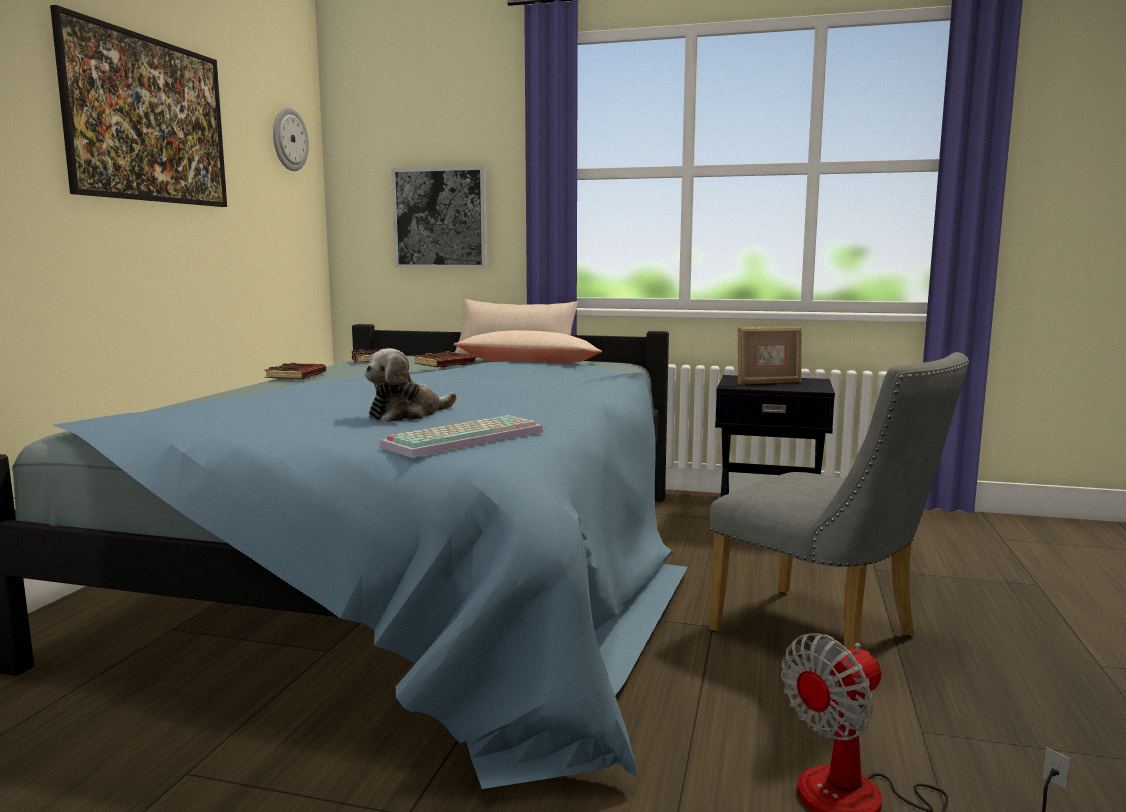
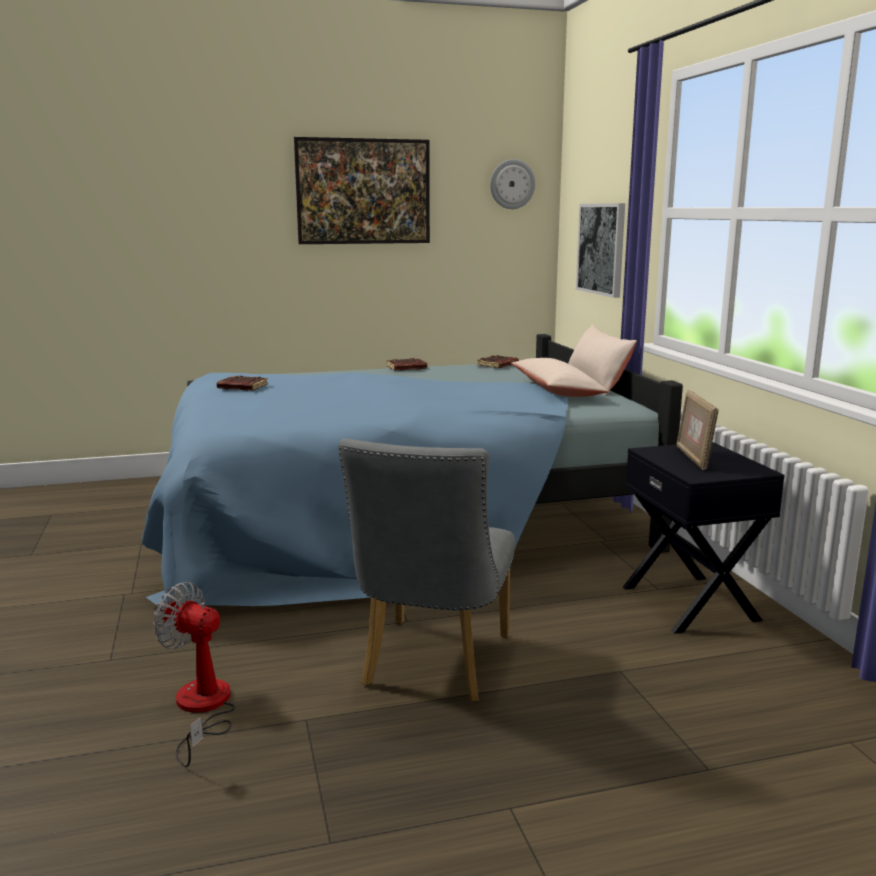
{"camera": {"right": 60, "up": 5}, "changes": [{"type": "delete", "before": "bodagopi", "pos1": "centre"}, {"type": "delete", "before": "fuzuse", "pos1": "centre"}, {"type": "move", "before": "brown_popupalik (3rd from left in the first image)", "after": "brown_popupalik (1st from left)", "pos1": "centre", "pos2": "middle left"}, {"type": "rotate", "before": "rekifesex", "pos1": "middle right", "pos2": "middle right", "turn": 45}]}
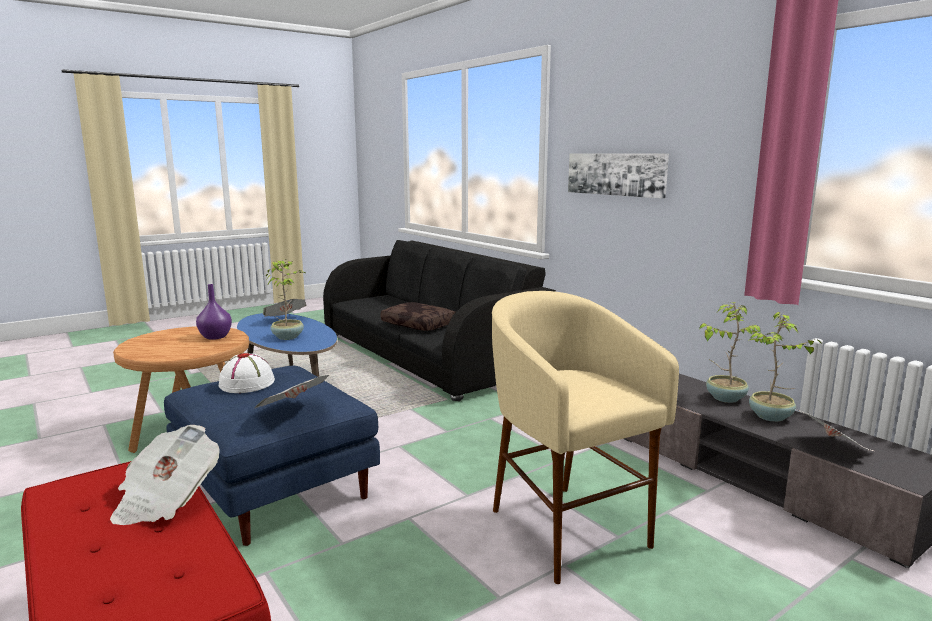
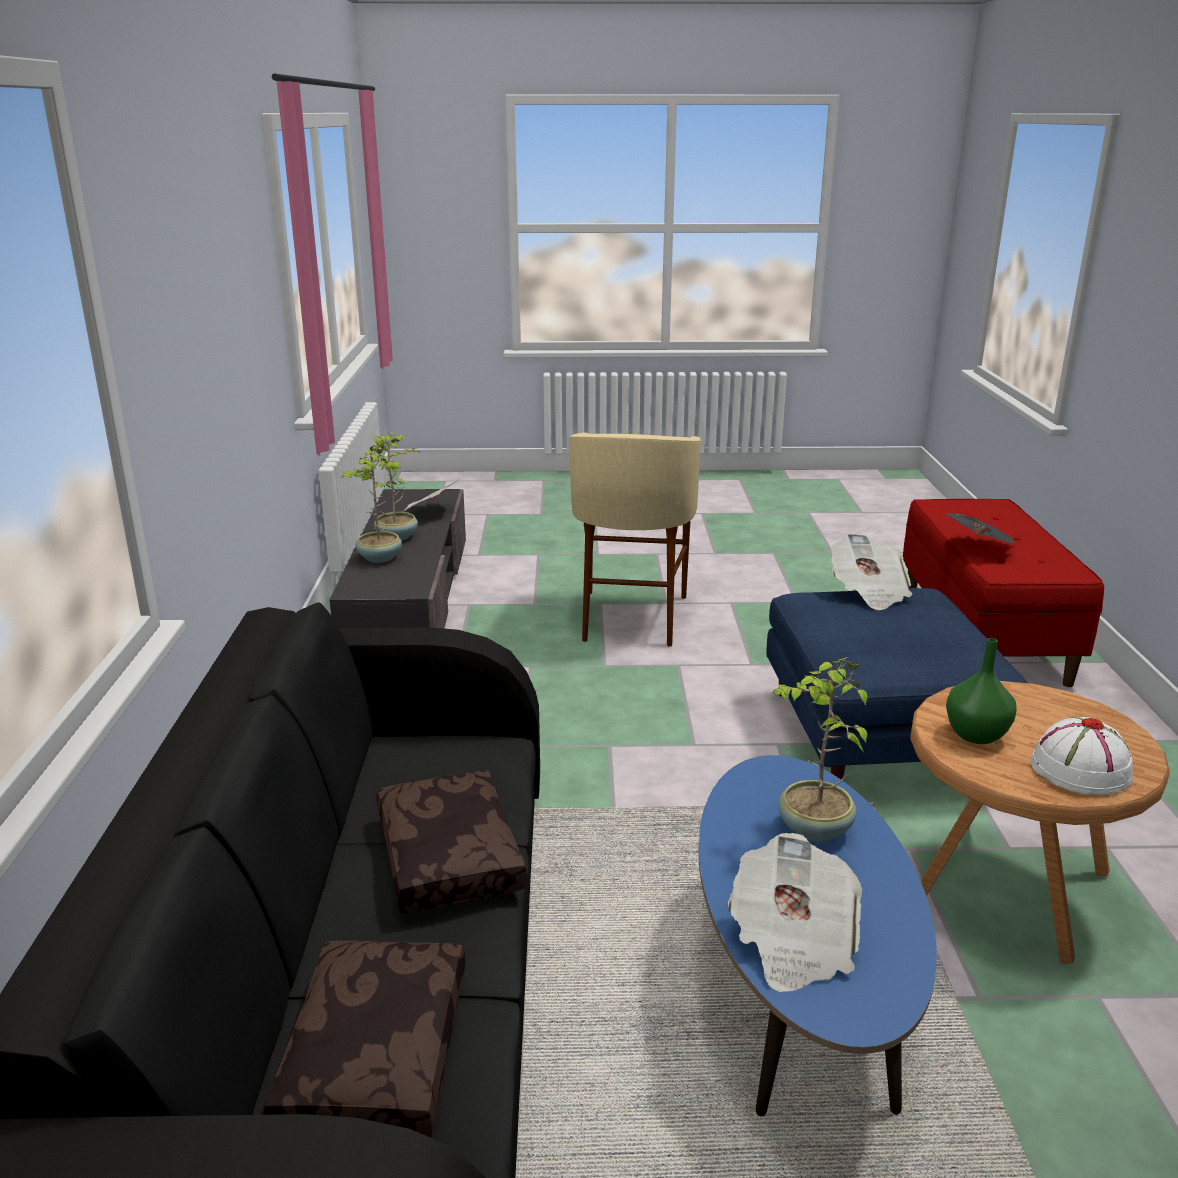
{"camera": {"right": -145, "up": 10}, "changes": [{"type": "recolor", "before": "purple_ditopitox", "after": "green_ditopitox", "pos1": "middle left", "pos2": "middle right"}, {"type": "move", "before": "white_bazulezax", "pos1": "middle left", "pos2": "middle right"}, {"type": "delete", "before": "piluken", "pos1": "top centre"}, {"type": "insert", "after": "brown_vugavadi (1st from left)", "pos2": "bottom left"}]}
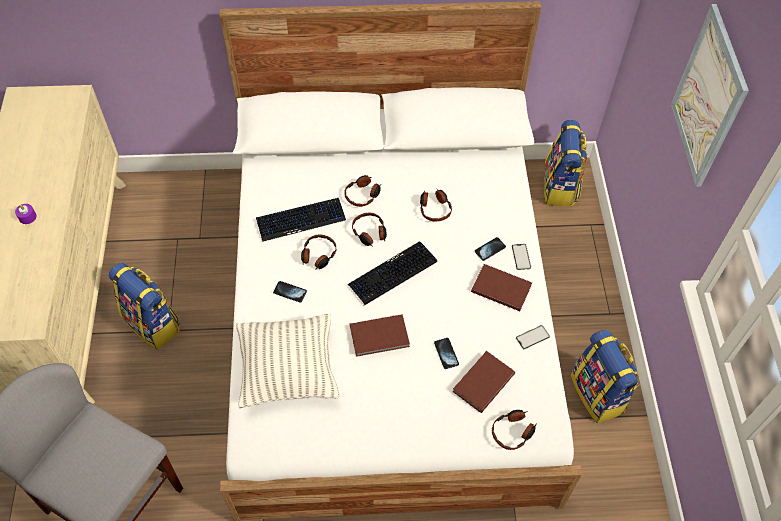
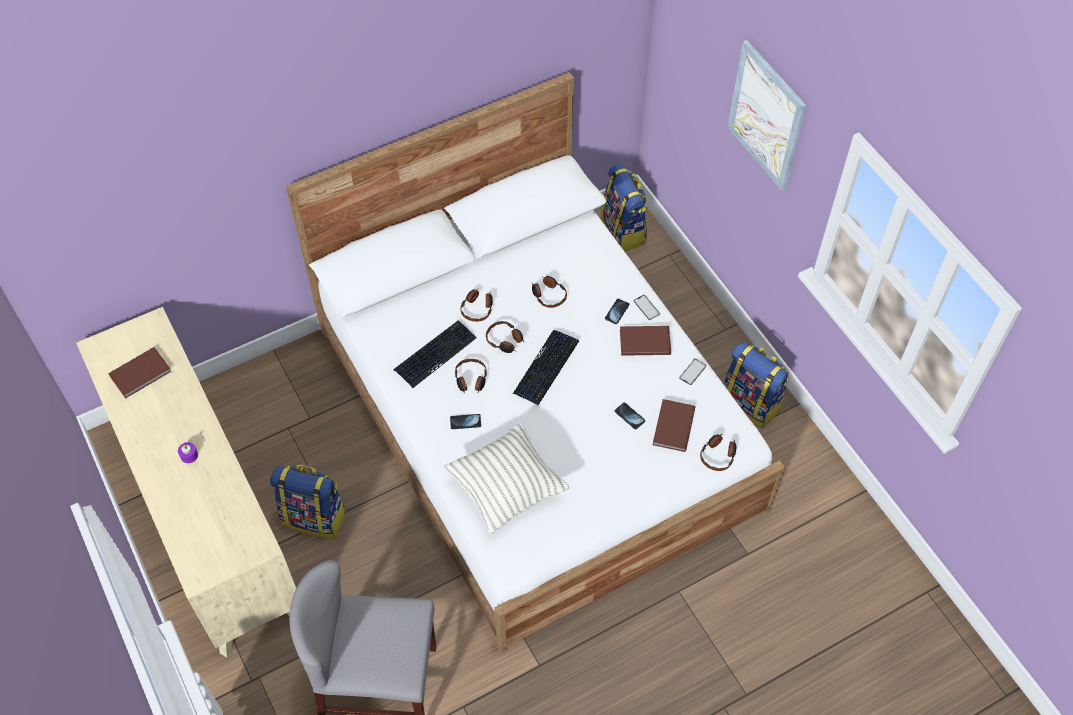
{"camera": {"right": -25, "up": 0}, "changes": [{"type": "move", "before": "brown_popupalik (1st from left)", "pos1": "centre", "pos2": "middle left"}]}
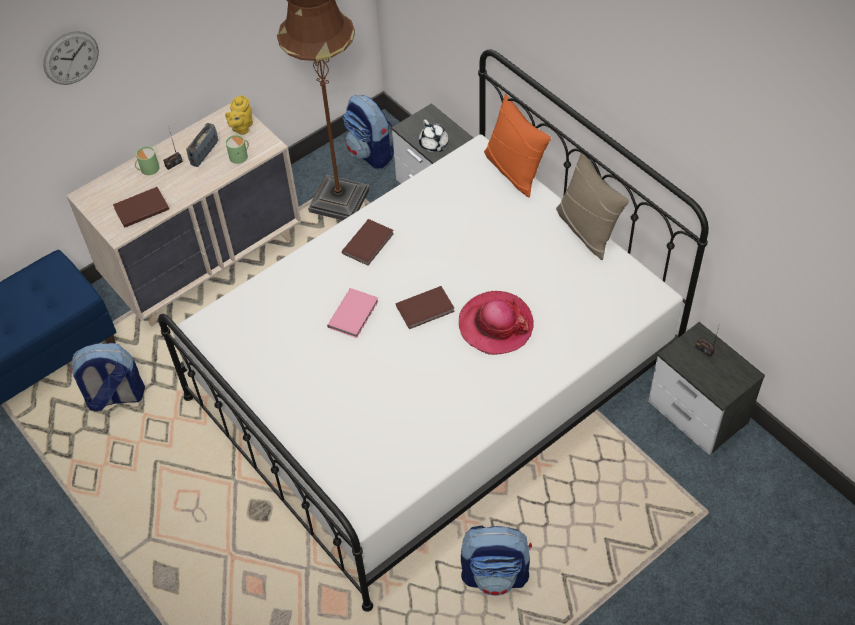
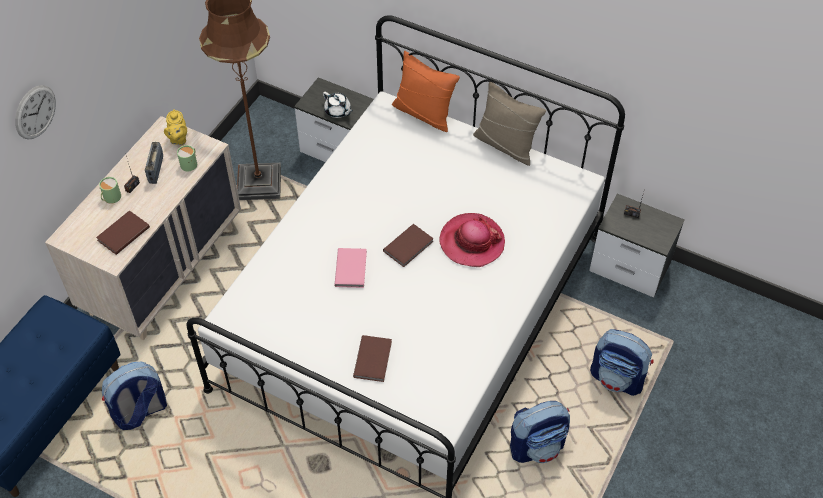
{"camera": {"right": -25, "up": 0}, "changes": [{"type": "move", "before": "brown_popupalik (2nd from left)", "pos1": "centre", "pos2": "bottom centre"}, {"type": "move", "before": "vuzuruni (2nd from left in the first image)", "after": "vuzuruni (3rd from left)", "pos1": "top centre", "pos2": "bottom right"}]}
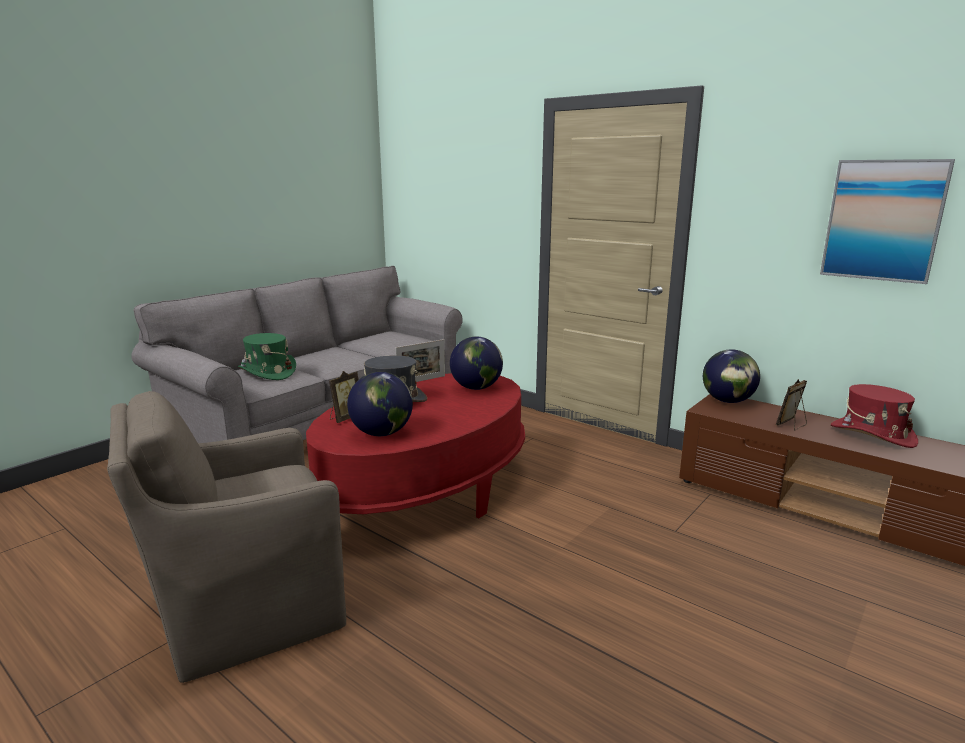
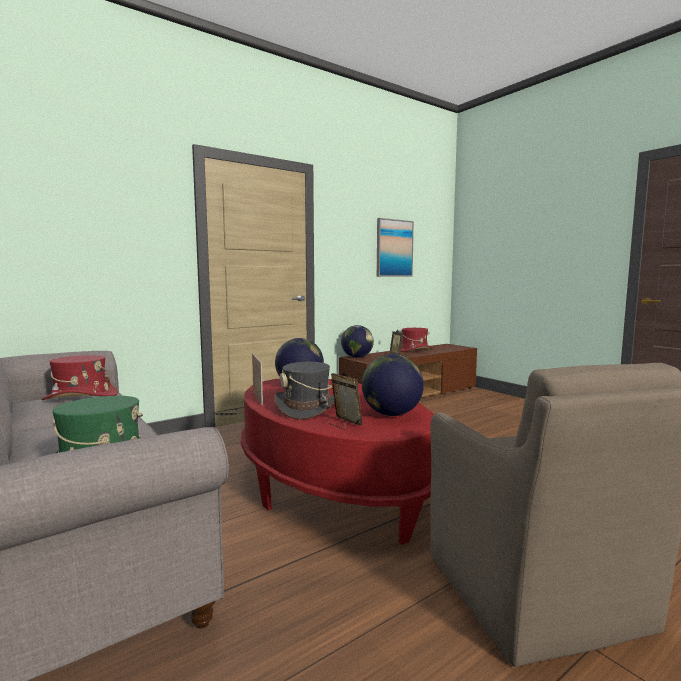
{"camera": {"right": -75, "up": -10}, "changes": [{"type": "insert", "after": "red_bazulezax (1st from left)", "pos2": "middle left"}]}
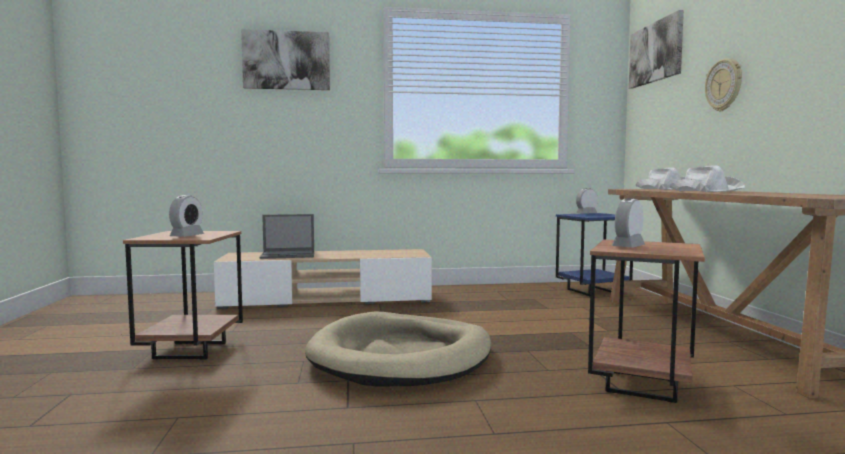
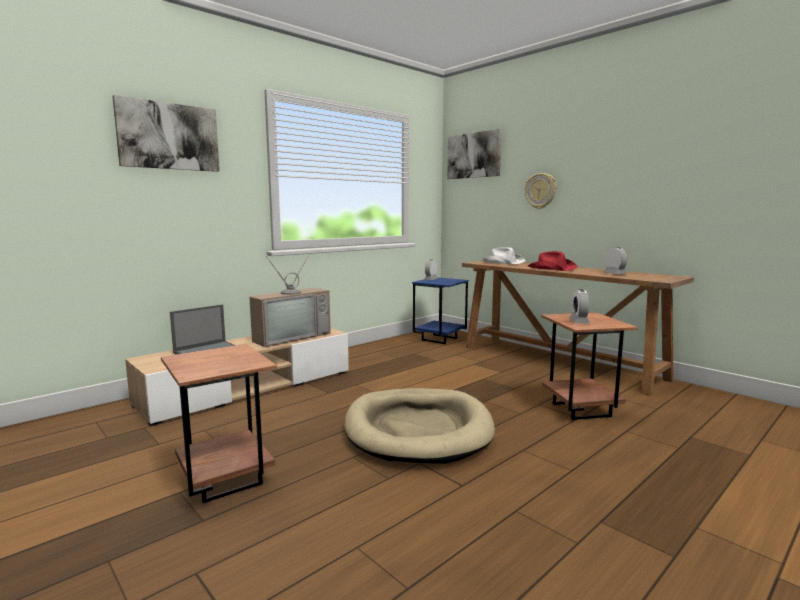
{"camera": {"right": -35, "up": 5}, "changes": [{"type": "move", "before": "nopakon (1st from left in the first image)", "after": "nopakon (3rd from left)", "pos1": "middle left", "pos2": "middle right"}, {"type": "recolor", "before": "white_bazulezax (2nd from left)", "after": "red_bazulezax", "pos1": "middle right", "pos2": "middle right"}, {"type": "insert", "after": "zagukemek", "pos2": "centre"}]}
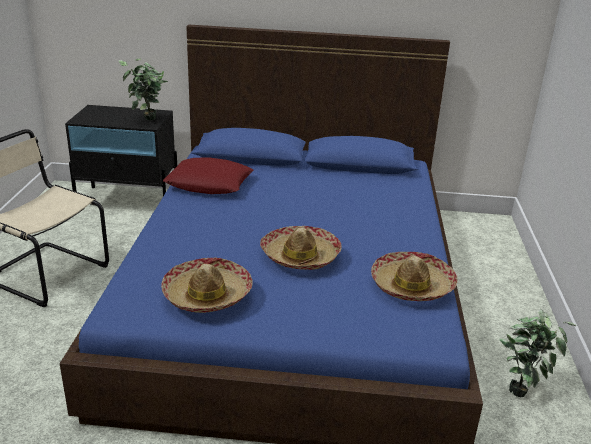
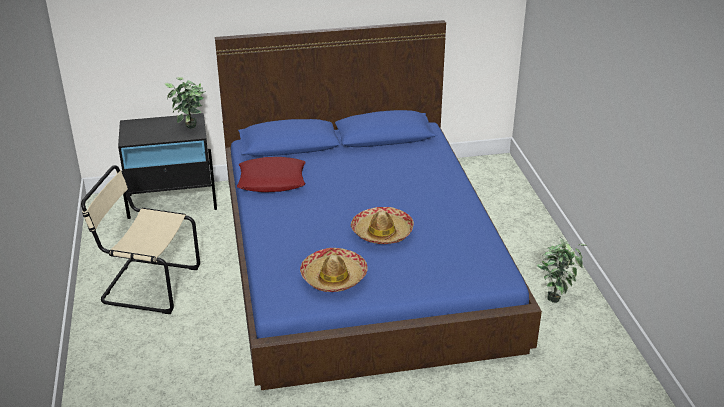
{"camera": {"right": -15, "up": 5}, "changes": [{"type": "delete", "before": "bazulezax (3rd from left)", "pos1": "middle right"}]}
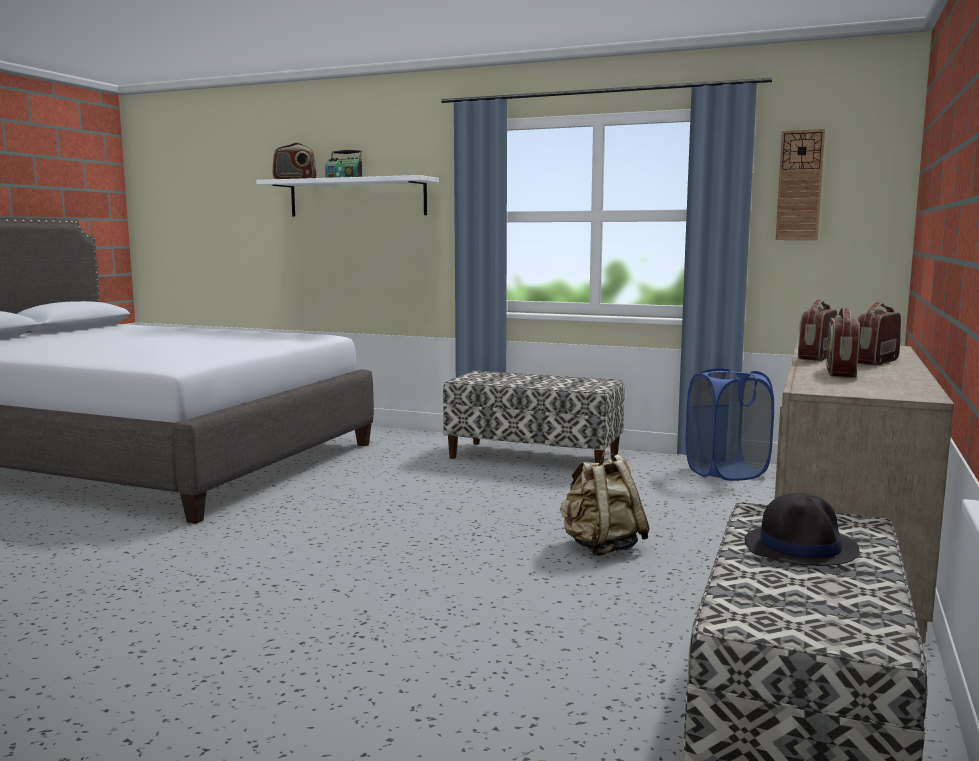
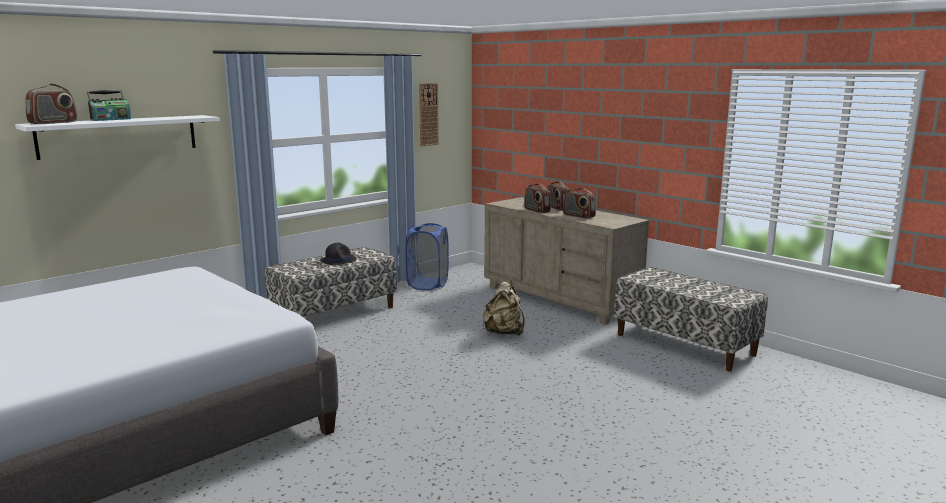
{"camera": {"right": -65, "up": 5}, "changes": [{"type": "move", "before": "black_bazulezax", "pos1": "bottom right", "pos2": "centre"}]}
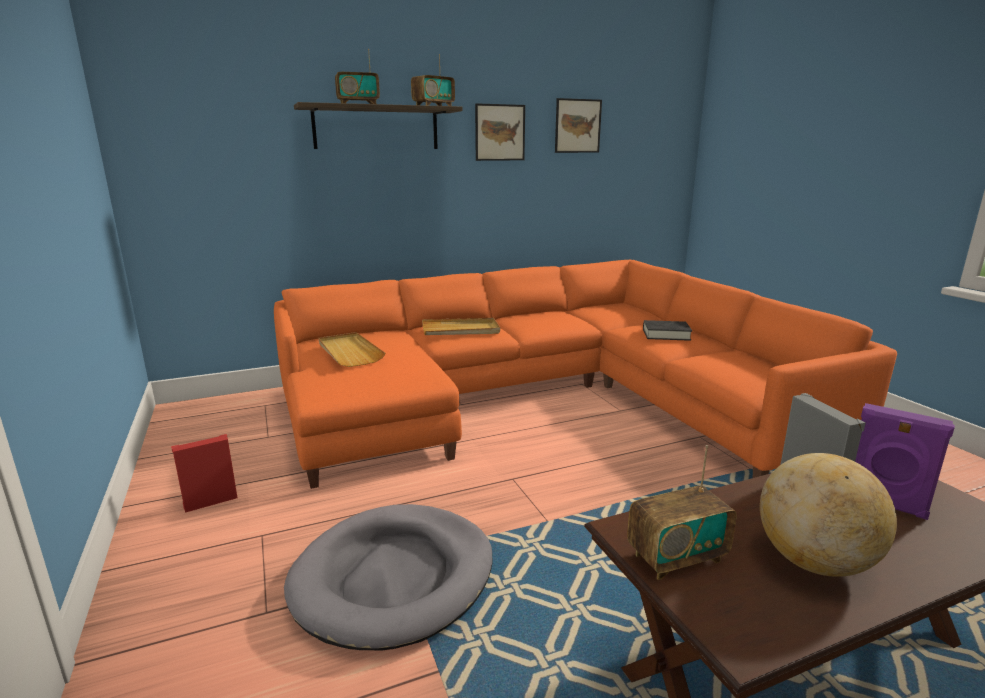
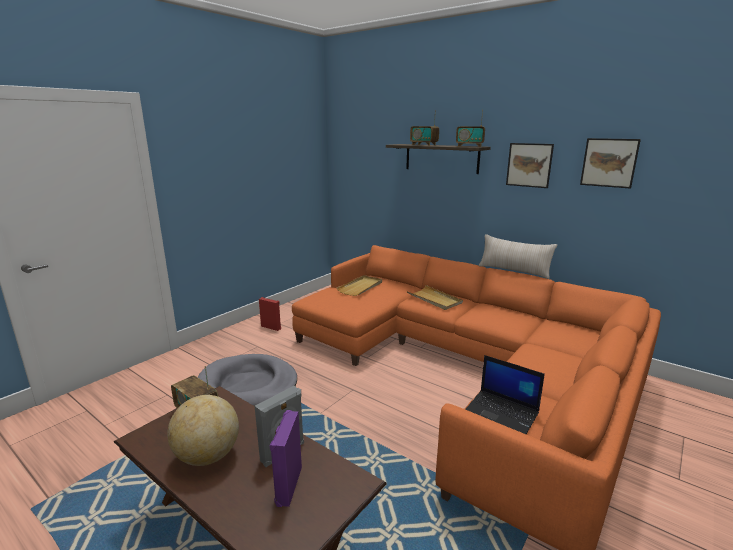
{"camera": {"right": 60, "up": 0}, "changes": [{"type": "delete", "before": "black_popupalik", "pos1": "middle right"}, {"type": "insert", "after": "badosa", "pos2": "bottom right"}, {"type": "insert", "after": "beige_vugavadi", "pos2": "middle right"}]}
